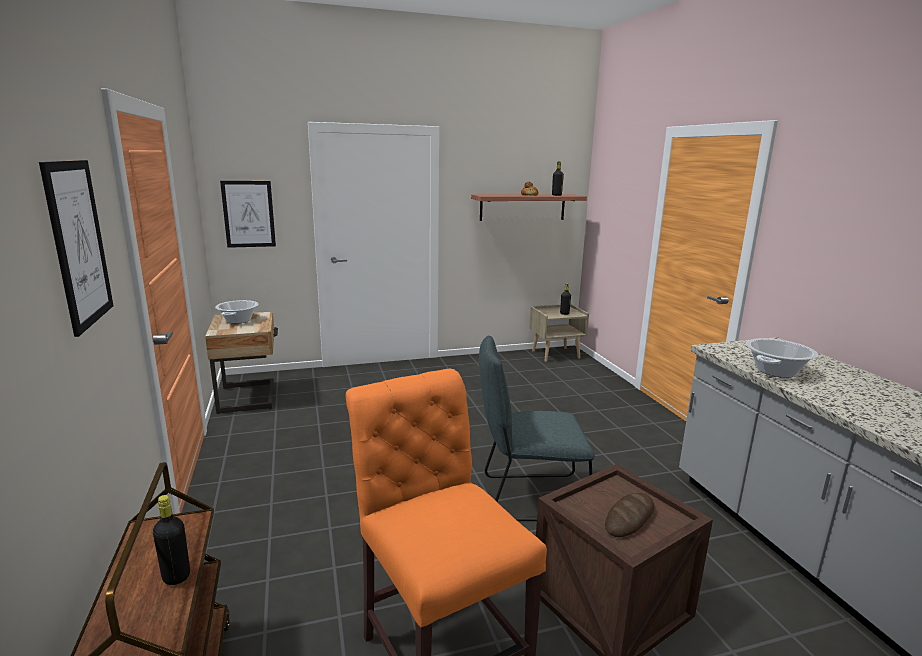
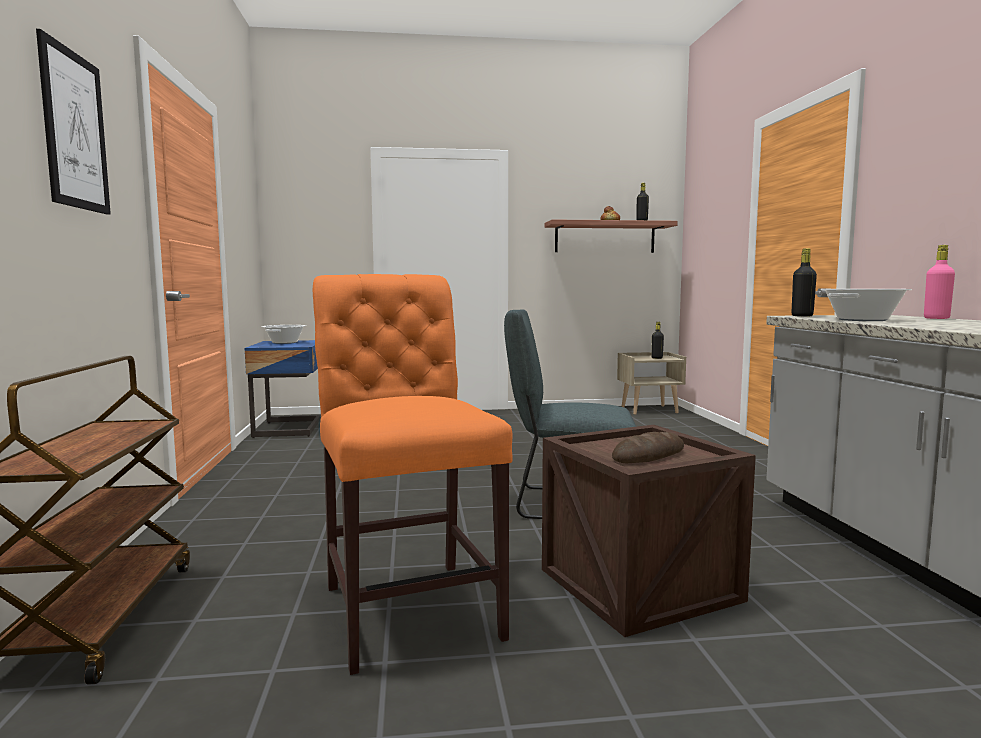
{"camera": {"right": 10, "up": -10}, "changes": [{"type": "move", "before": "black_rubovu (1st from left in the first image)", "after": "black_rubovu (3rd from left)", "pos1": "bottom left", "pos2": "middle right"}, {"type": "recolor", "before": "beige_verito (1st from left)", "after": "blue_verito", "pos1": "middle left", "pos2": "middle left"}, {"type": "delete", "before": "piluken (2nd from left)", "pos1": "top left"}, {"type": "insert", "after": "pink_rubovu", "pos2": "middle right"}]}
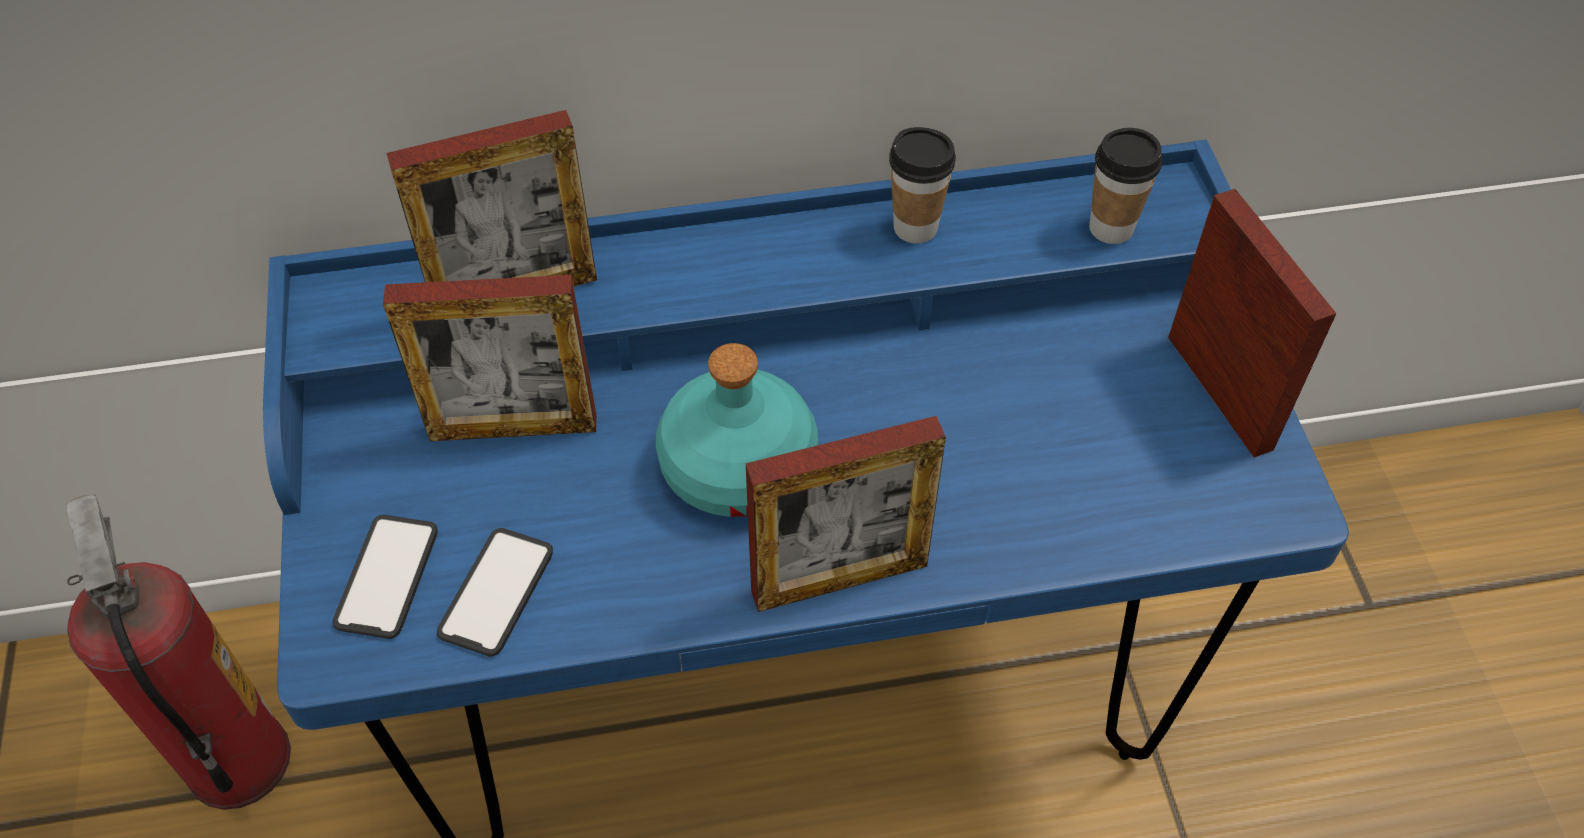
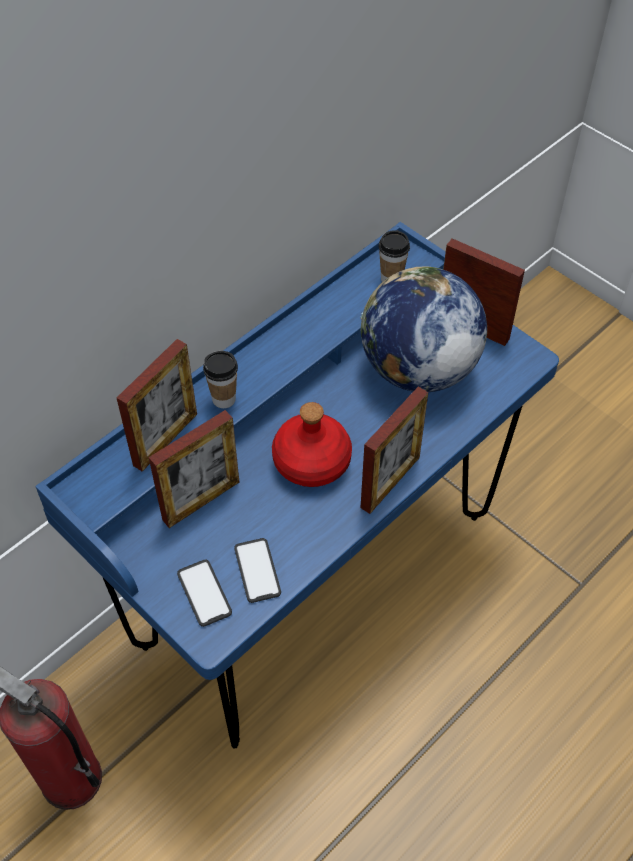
{"camera": {"right": -35, "up": 0}, "changes": [{"type": "recolor", "before": "turquoise_rubovu", "after": "red_rubovu", "pos1": "centre", "pos2": "centre"}, {"type": "move", "before": "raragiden (1st from left)", "pos1": "top centre", "pos2": "centre"}, {"type": "insert", "after": "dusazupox", "pos2": "middle right"}]}
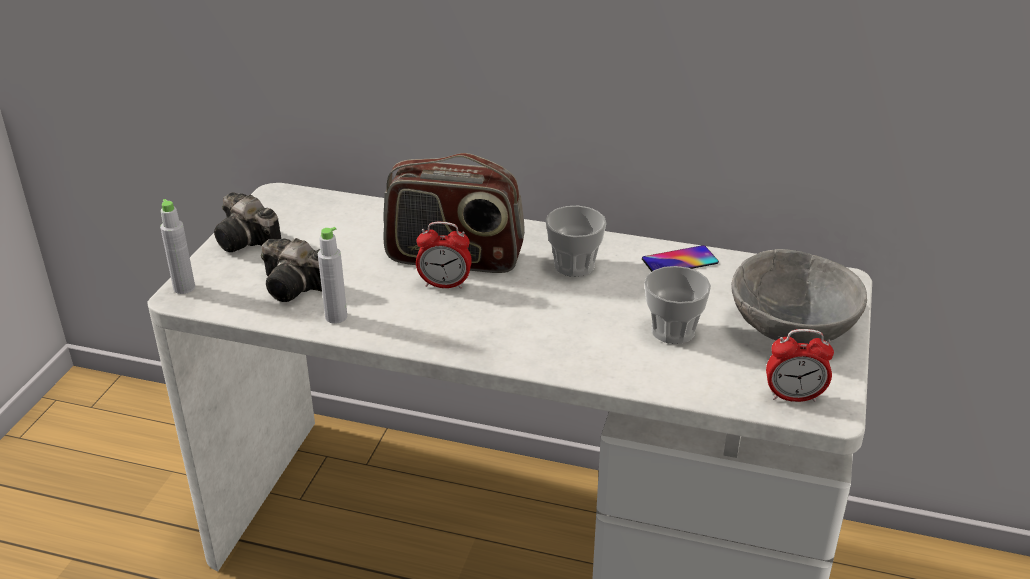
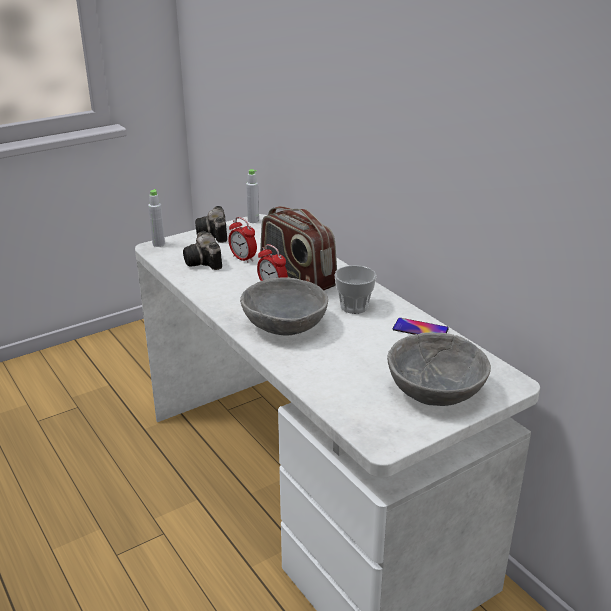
{"camera": {"right": 40, "up": -5}, "changes": [{"type": "move", "before": "grey_rubovu (2nd from left)", "pos1": "middle left", "pos2": "top centre"}, {"type": "delete", "before": "raragiden (2nd from left)", "pos1": "centre"}, {"type": "move", "before": "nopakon (2nd from left in the first image)", "after": "nopakon (1st from left)", "pos1": "middle right", "pos2": "centre"}, {"type": "insert", "after": "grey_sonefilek (1st from left)", "pos2": "centre"}]}
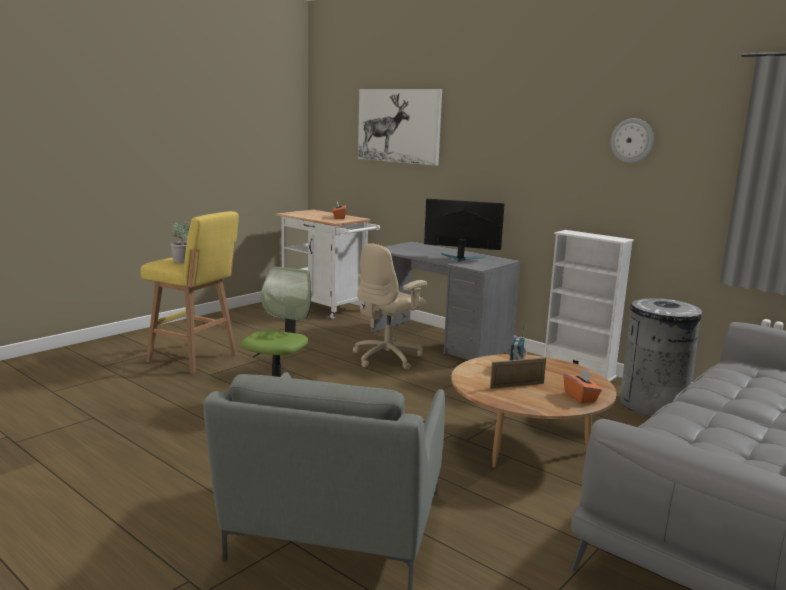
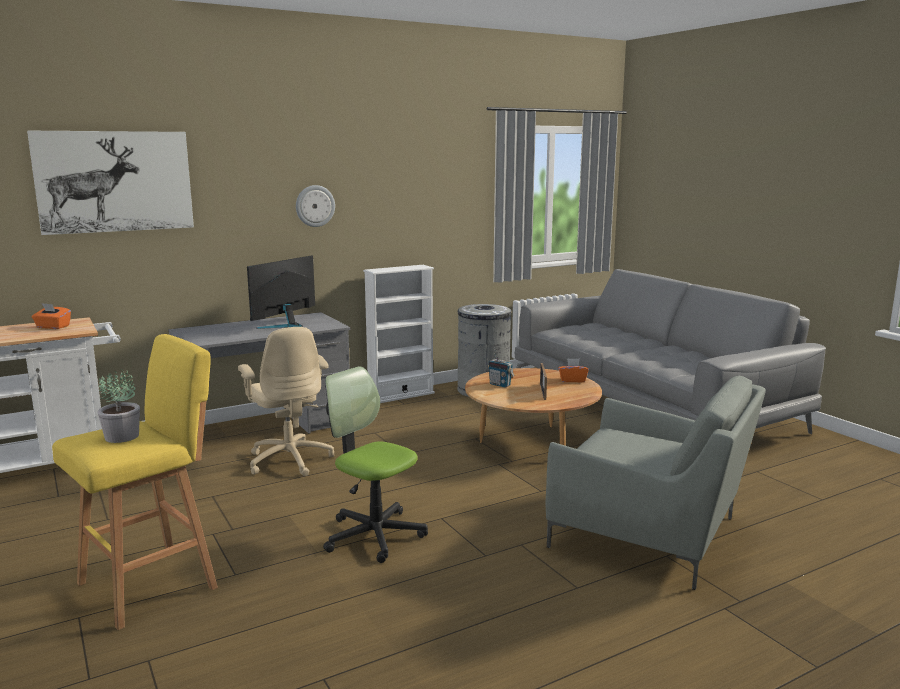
{"camera": {"right": -70, "up": 0}, "changes": [{"type": "move", "before": "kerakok", "pos1": "top right", "pos2": "top centre"}]}
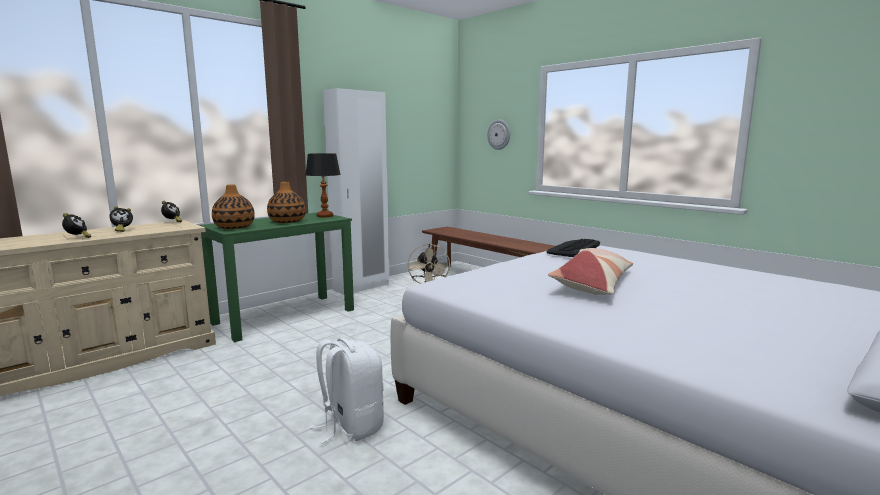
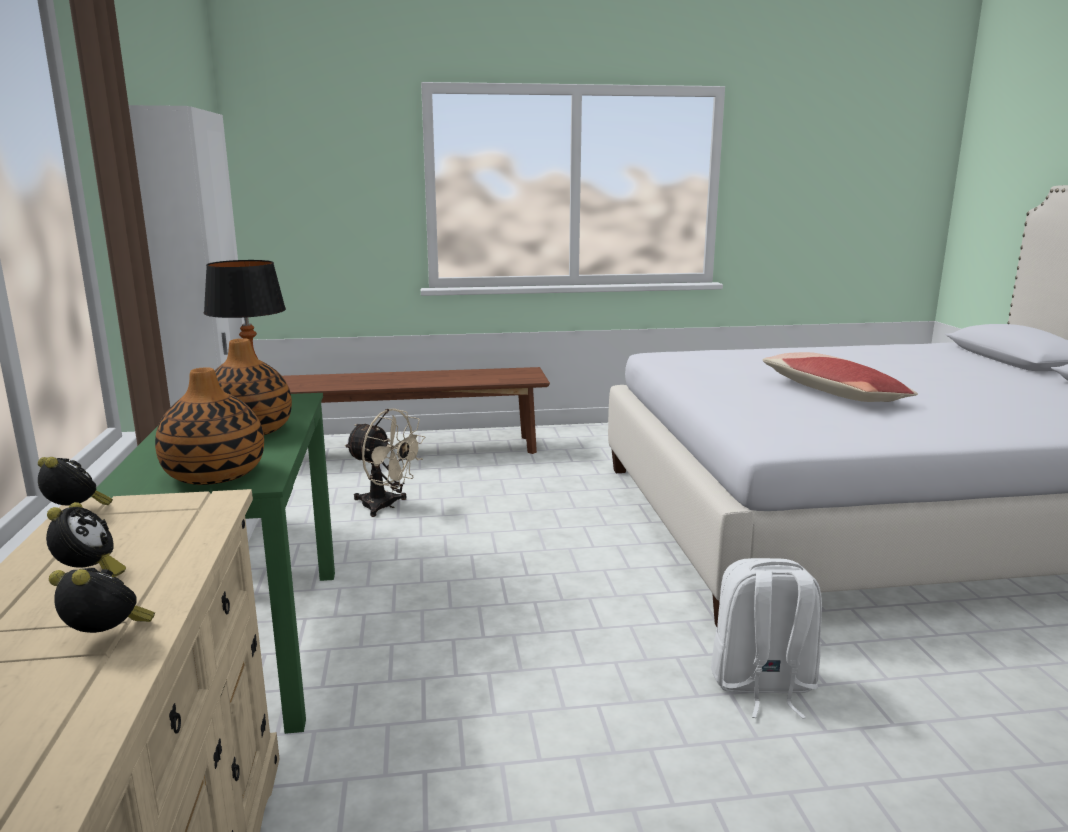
{"camera": {"right": -55, "up": 5}, "changes": [{"type": "delete", "before": "kerakok", "pos1": "top centre"}, {"type": "delete", "before": "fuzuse", "pos1": "centre"}]}
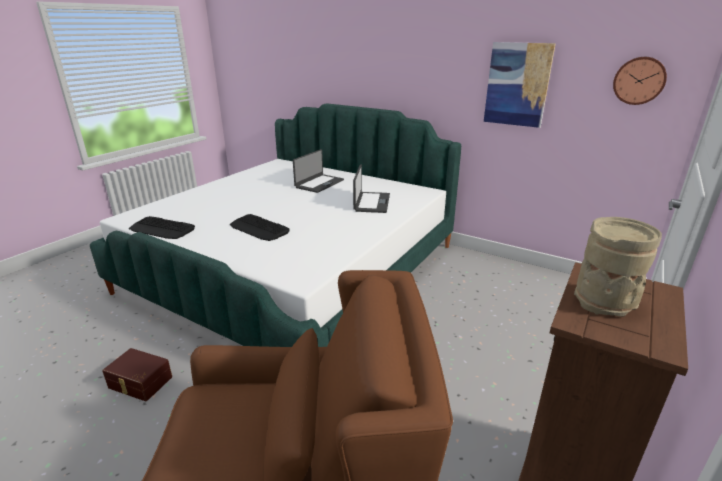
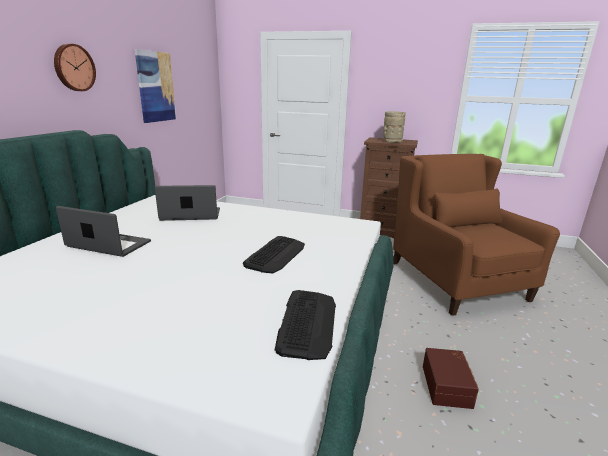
{"camera": {"right": -105, "up": -5}, "changes": [{"type": "move", "before": "kerakok", "pos1": "top right", "pos2": "top left"}]}
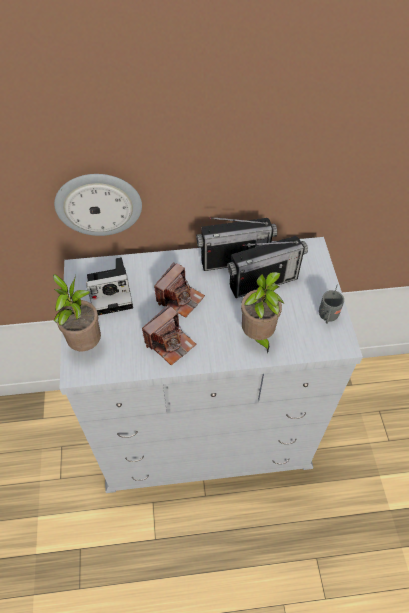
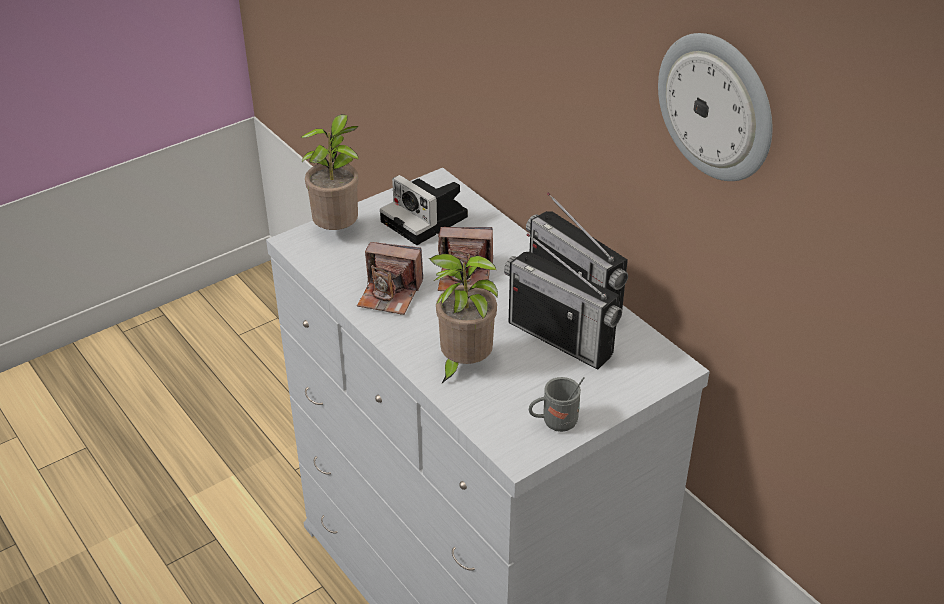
{"camera": {"right": 60, "up": -15}, "changes": [{"type": "move", "before": "kerakok", "pos1": "middle left", "pos2": "top right"}]}
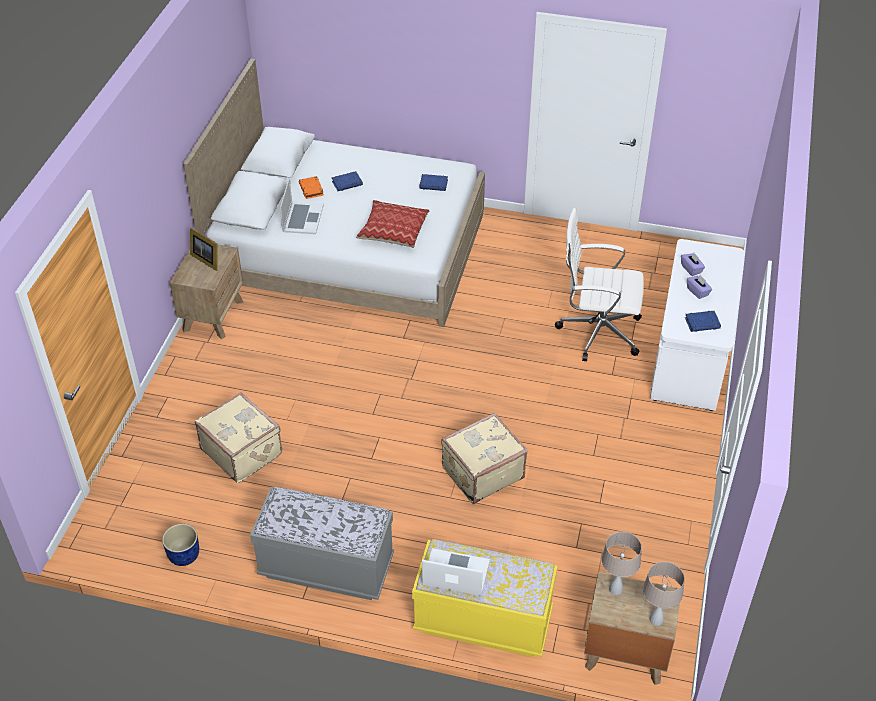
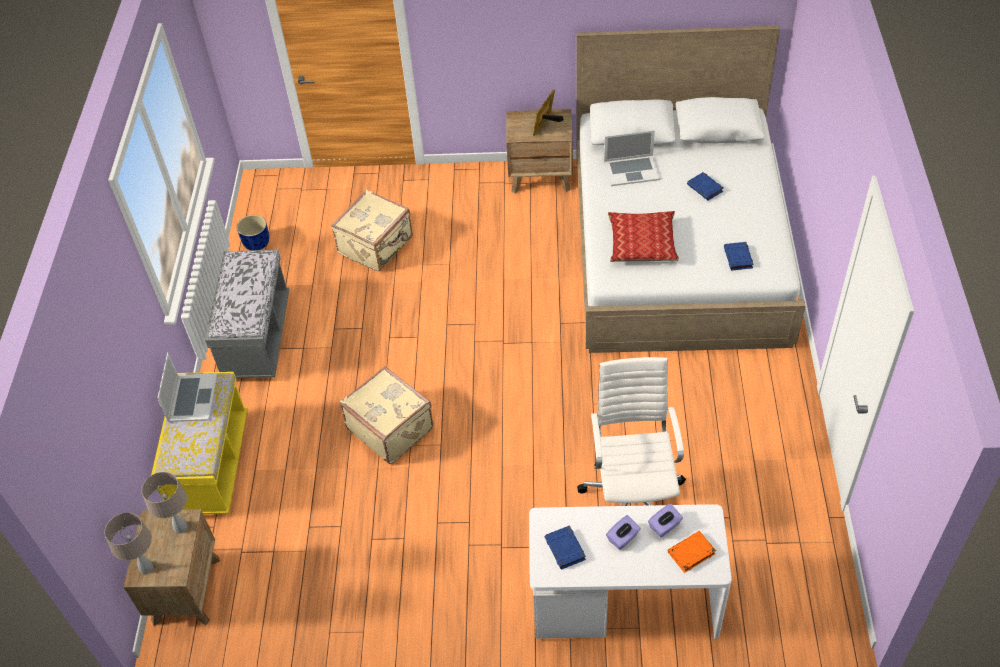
{"camera": {"right": 80, "up": 5}, "changes": [{"type": "move", "before": "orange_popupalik", "pos1": "top centre", "pos2": "bottom right"}]}
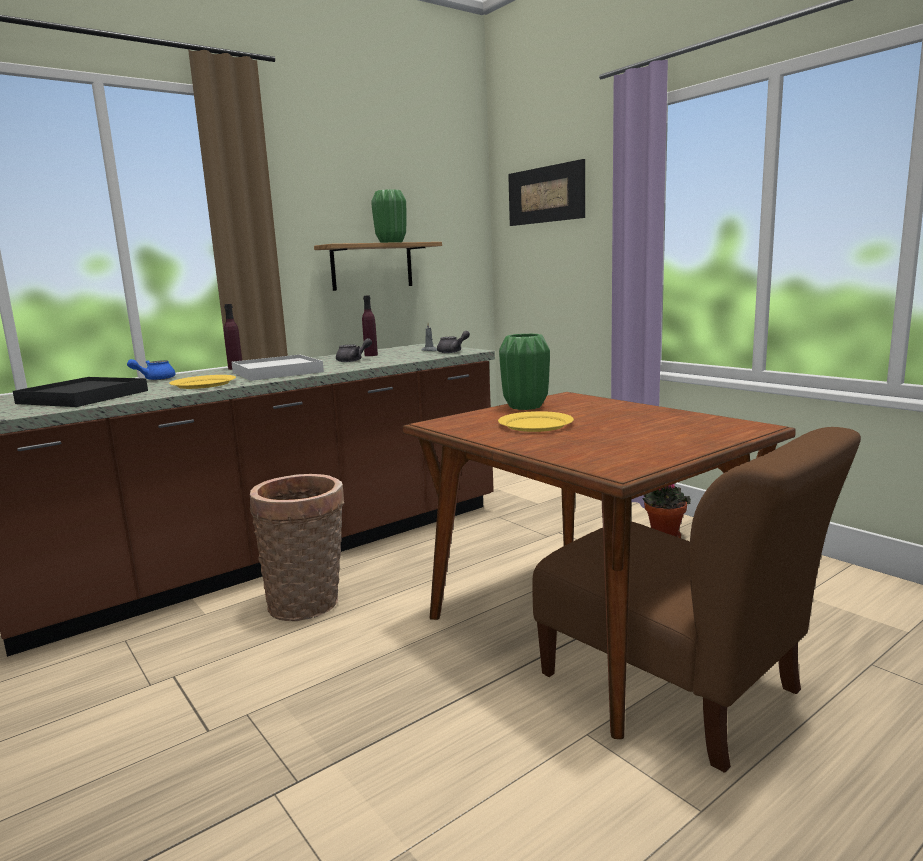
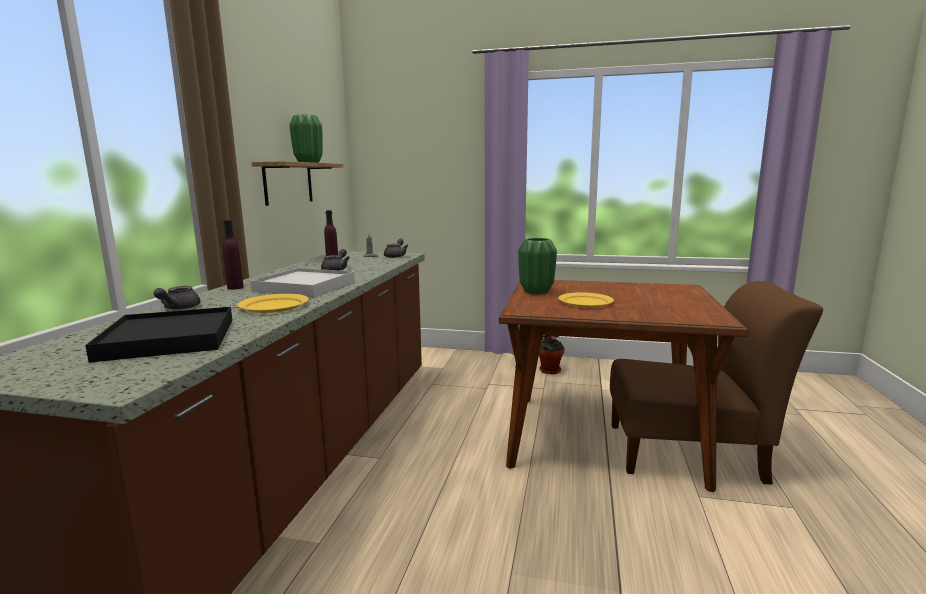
{"camera": {"right": -40, "up": 0}, "changes": [{"type": "recolor", "before": "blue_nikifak", "after": "grey_nikifak (1st from left)", "pos1": "middle left", "pos2": "middle left"}, {"type": "delete", "before": "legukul", "pos1": "middle left"}, {"type": "delete", "before": "piluken", "pos1": "top centre"}]}
